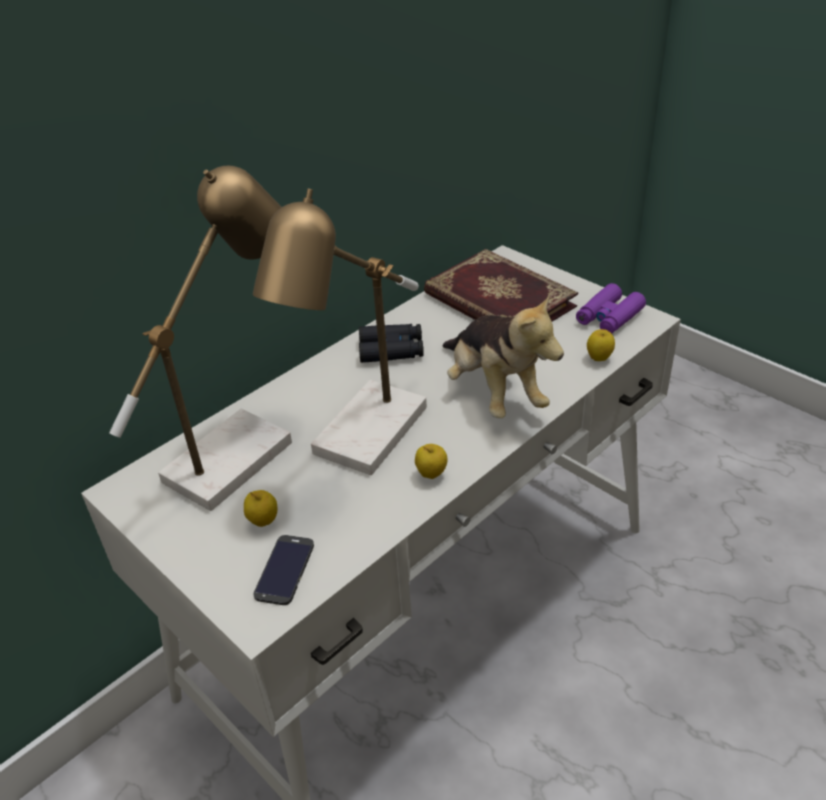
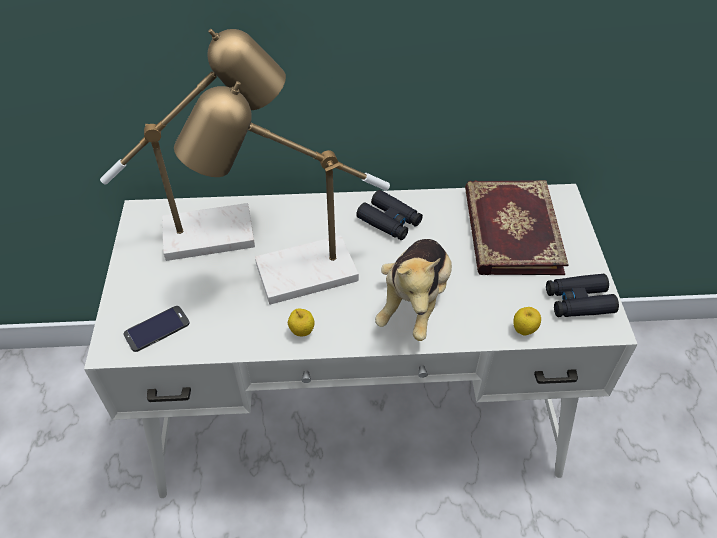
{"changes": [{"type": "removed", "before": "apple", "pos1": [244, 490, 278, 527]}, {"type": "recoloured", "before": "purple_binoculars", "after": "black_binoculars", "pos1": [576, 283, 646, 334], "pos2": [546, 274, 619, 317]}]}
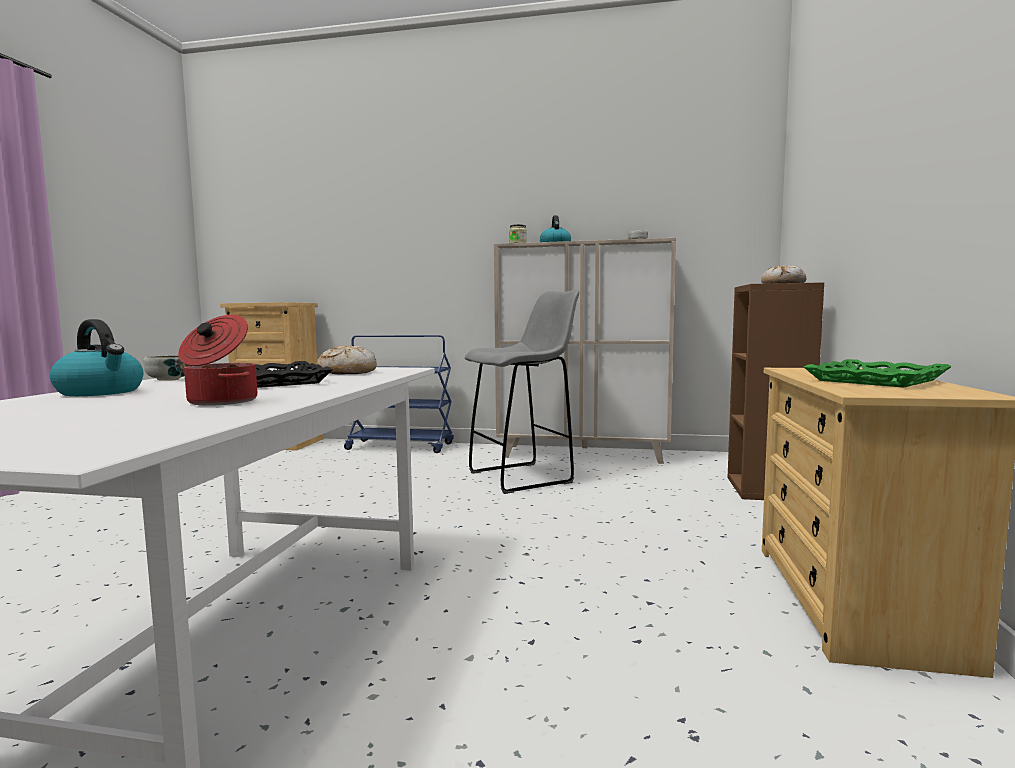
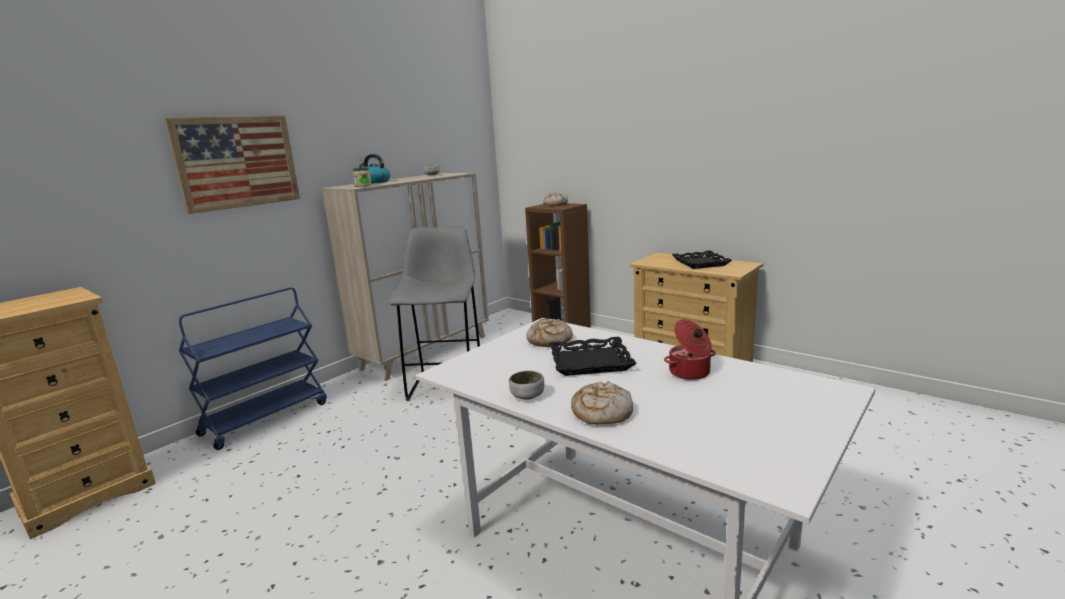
{"changes": [{"type": "replaced", "before": "kettle", "after": "bread", "pos1": [50, 319, 143, 396], "pos2": [571, 381, 633, 424]}, {"type": "recoloured", "before": "green_tray", "after": "black_tray", "pos1": [804, 359, 952, 388], "pos2": [672, 250, 732, 269]}, {"type": "added", "after": "picture", "pos2": [164, 115, 300, 214]}]}
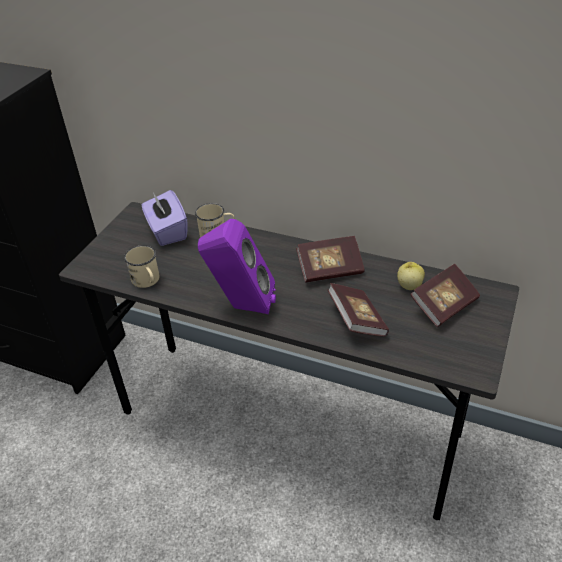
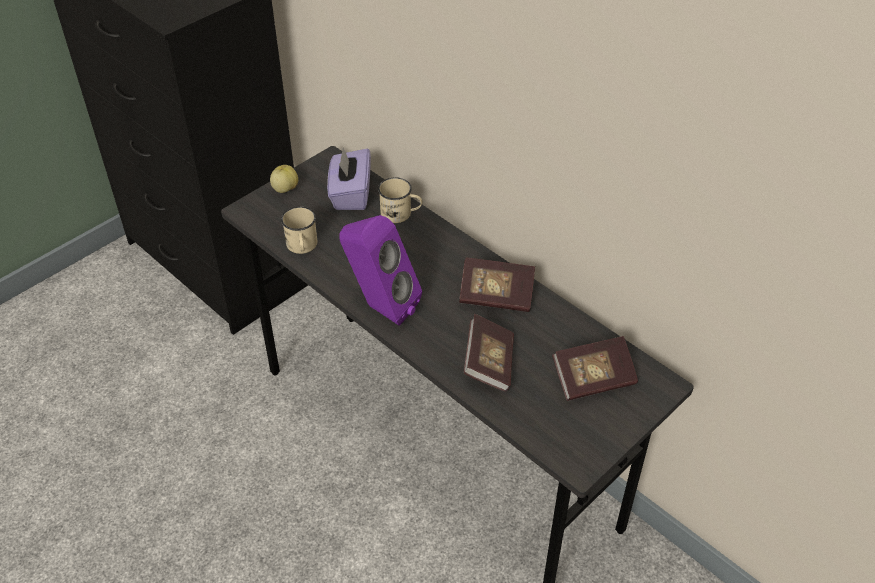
{"changes": [{"type": "moved", "before": "apple", "pos1": [397, 262, 425, 290], "pos2": [270, 165, 298, 193]}]}
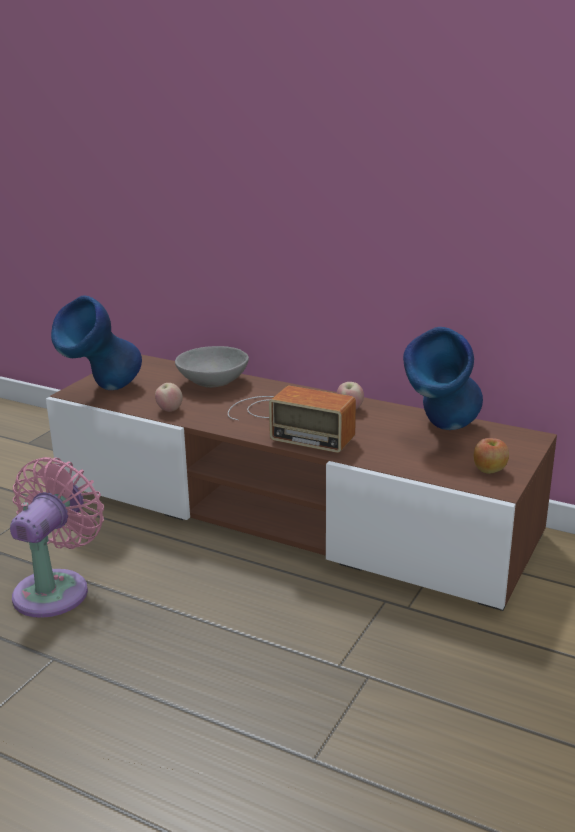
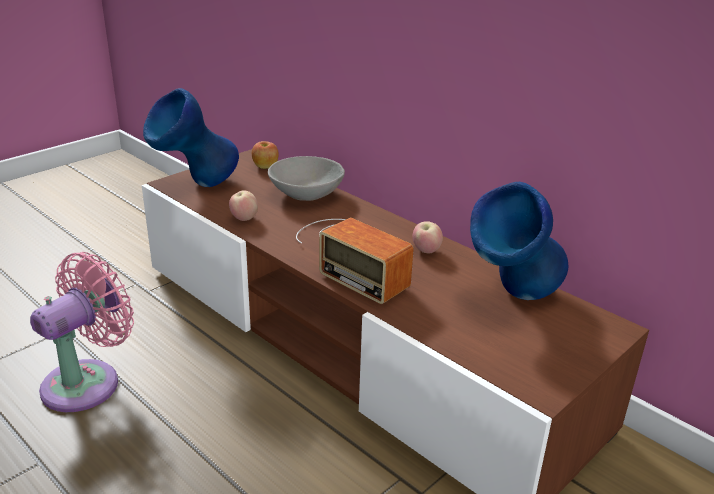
{"changes": [{"type": "moved", "before": "apple", "pos1": [474, 438, 509, 474], "pos2": [252, 141, 279, 169]}]}
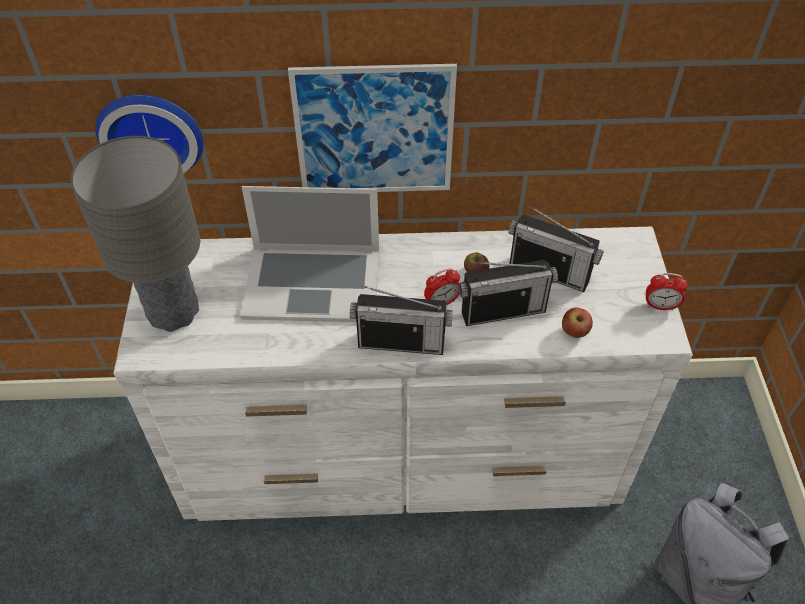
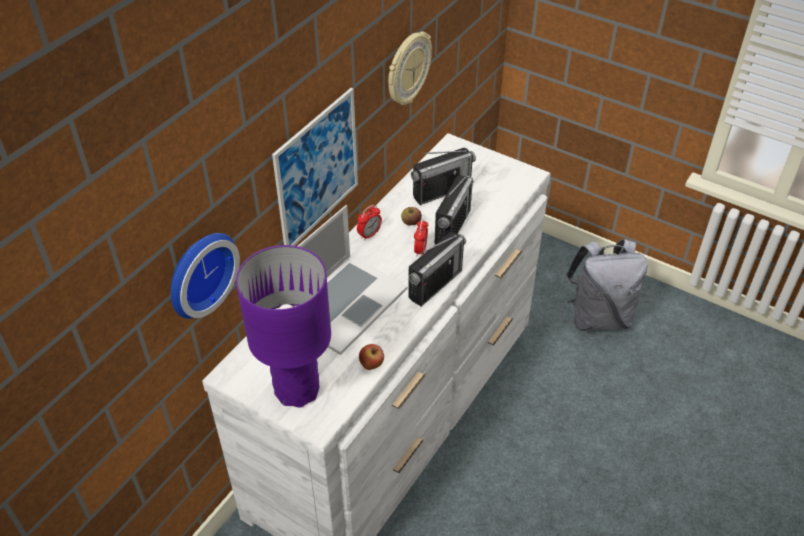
{"changes": [{"type": "recoloured", "before": "grey_table_lamp", "after": "purple_table_lamp", "pos1": [70, 136, 200, 332], "pos2": [236, 245, 331, 408]}, {"type": "moved", "before": "apple", "pos1": [562, 308, 593, 338], "pos2": [359, 344, 384, 370]}, {"type": "moved", "before": "alarm_clock", "pos1": [646, 273, 688, 311], "pos2": [357, 205, 382, 241]}, {"type": "added", "after": "wall_clock", "pos2": [388, 31, 432, 105]}]}
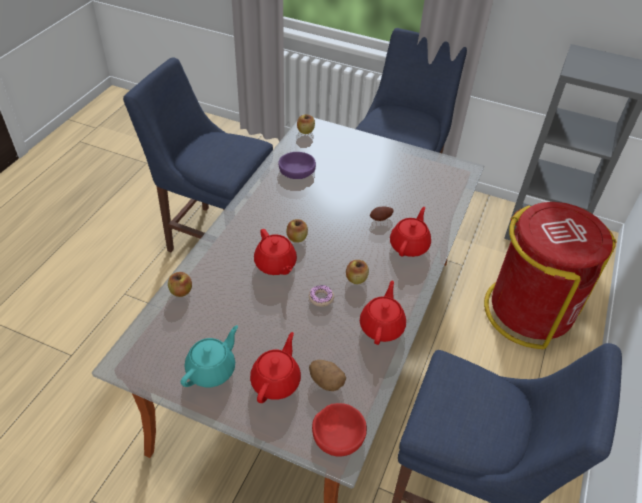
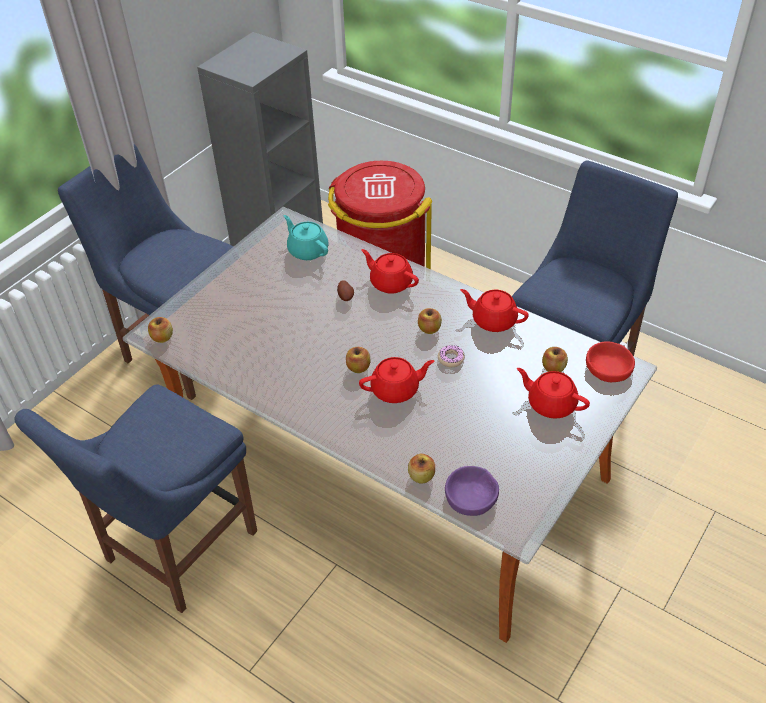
{"changes": [{"type": "moved", "before": "turquoise_teapot", "pos1": [181, 325, 238, 387], "pos2": [284, 215, 329, 260]}, {"type": "moved", "before": "purple_bowl", "pos1": [278, 152, 316, 179], "pos2": [445, 466, 499, 516]}, {"type": "replaced", "before": "potato", "after": "apple", "pos1": [309, 360, 346, 391], "pos2": [542, 347, 568, 372]}]}
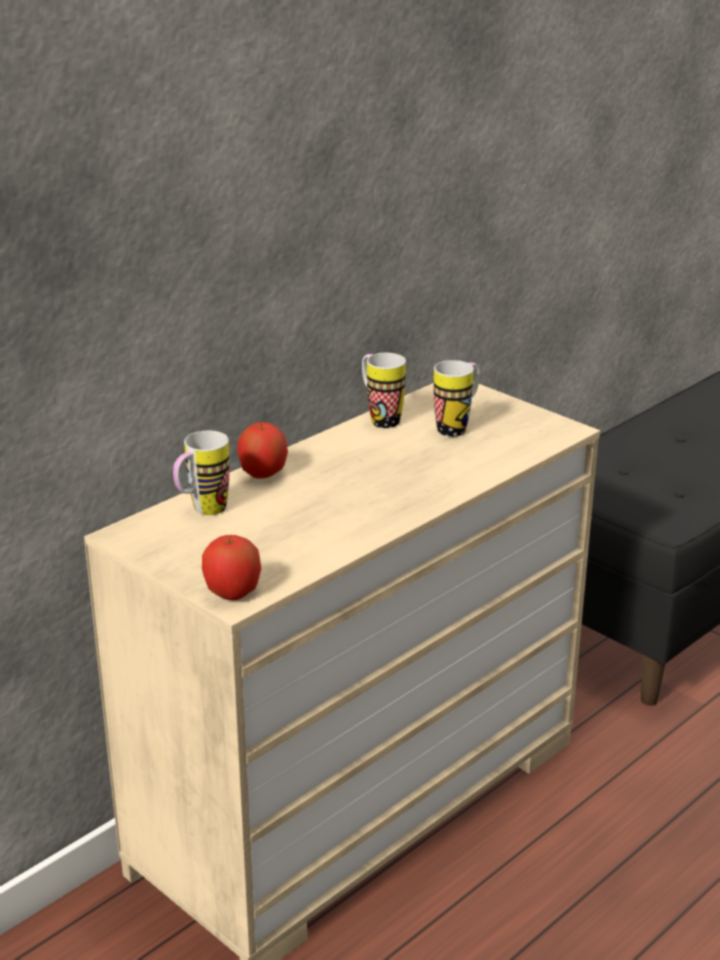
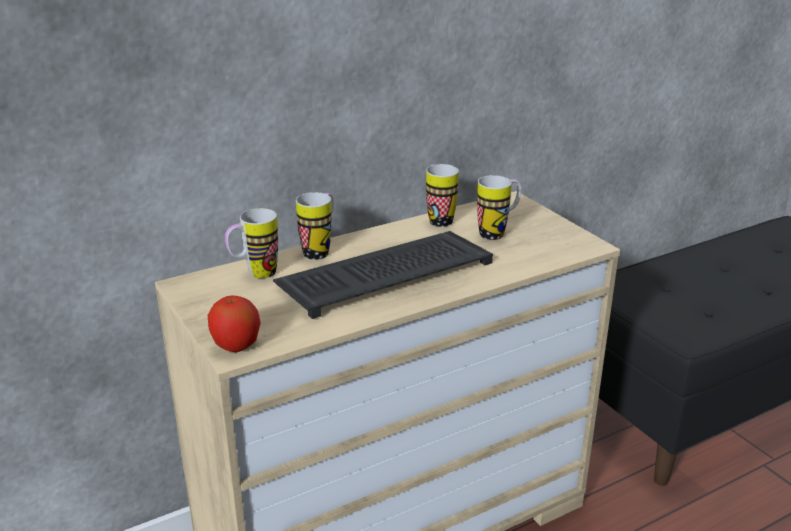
{"changes": [{"type": "replaced", "before": "apple", "after": "mug", "pos1": [237, 422, 288, 479], "pos2": [296, 192, 334, 260]}, {"type": "added", "after": "keyboard", "pos2": [273, 231, 493, 319]}]}
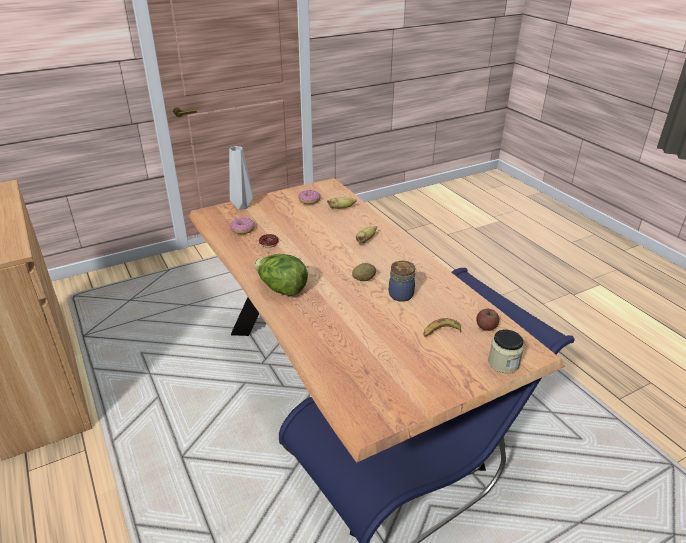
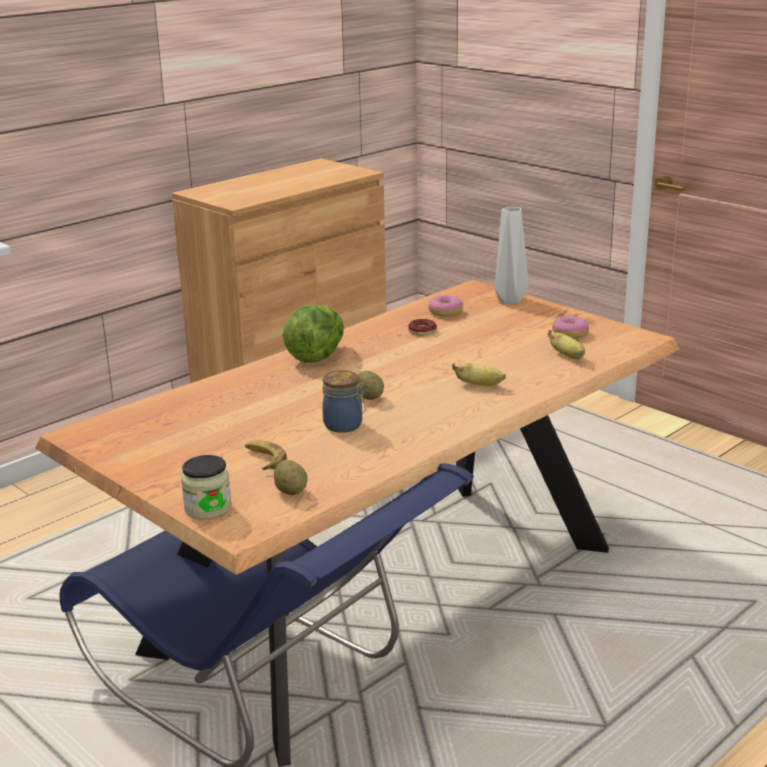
{"changes": [{"type": "replaced", "before": "apple", "after": "potato", "pos1": [476, 309, 499, 331], "pos2": [274, 460, 307, 495]}]}
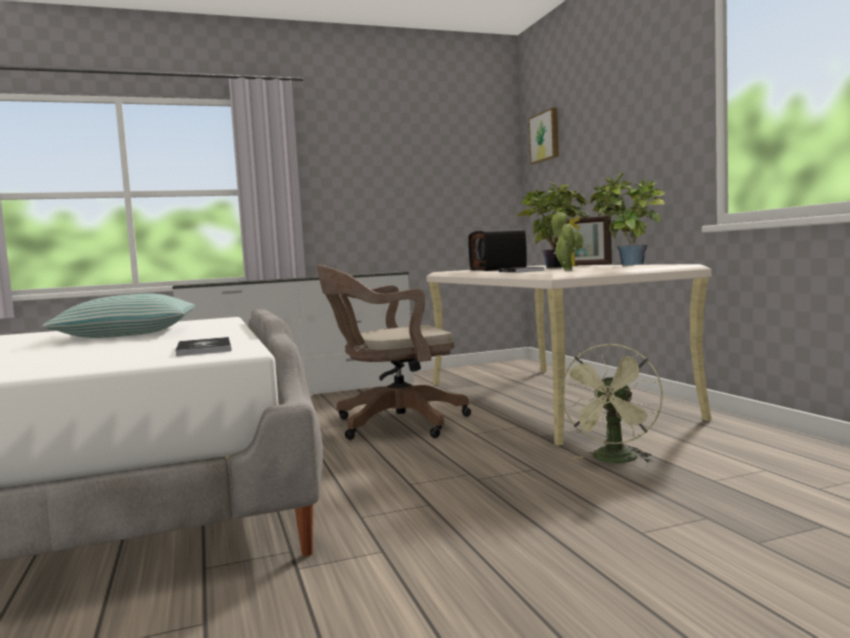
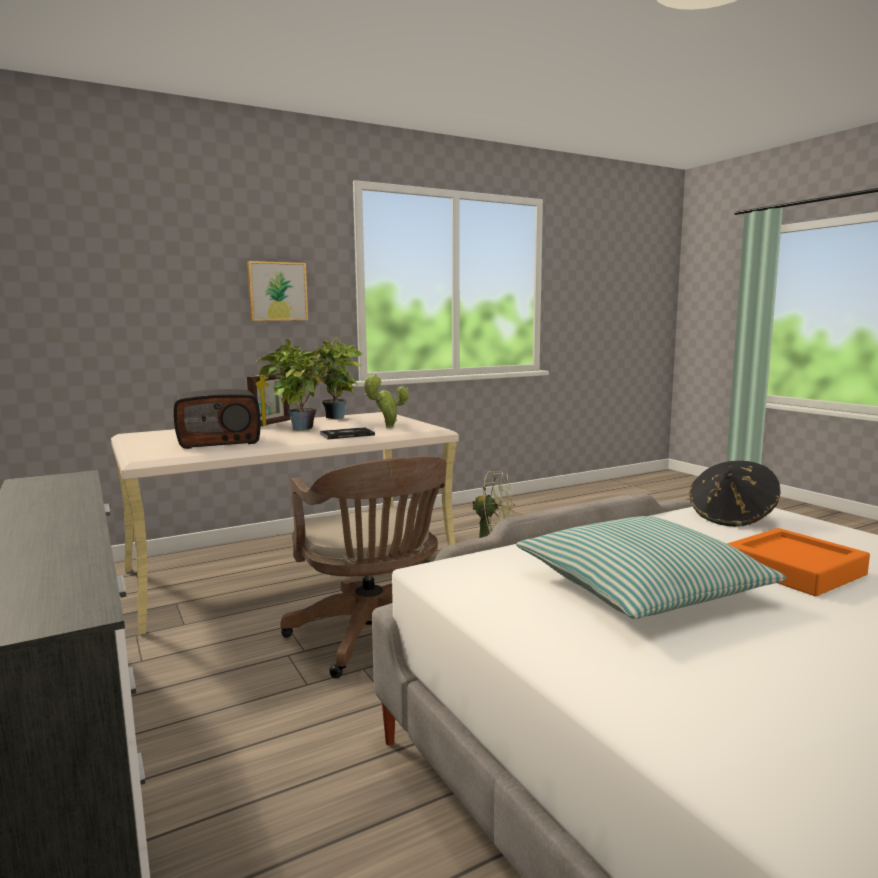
{"changes": [{"type": "replaced", "before": "book", "after": "black_hat", "pos1": [176, 337, 231, 356], "pos2": [689, 461, 780, 527]}, {"type": "moved", "before": "picture", "pos1": [529, 108, 559, 164], "pos2": [247, 261, 308, 321]}, {"type": "added", "after": "orange_tray", "pos2": [727, 528, 870, 596]}]}
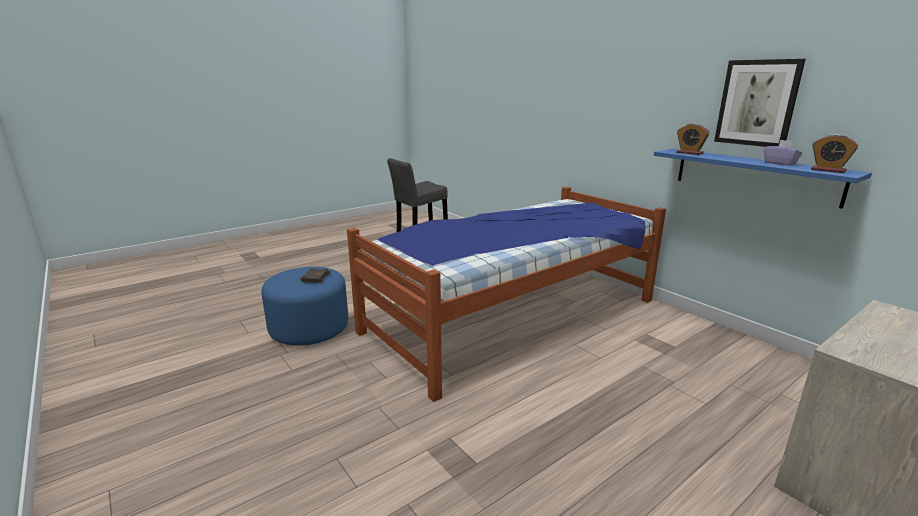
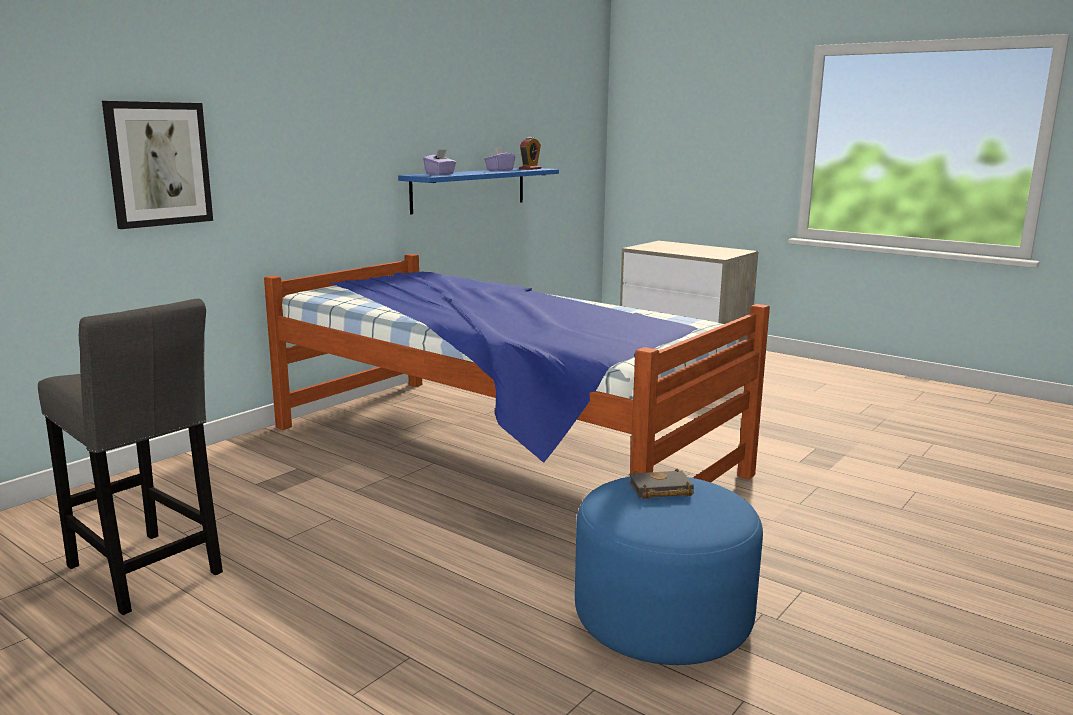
{"changes": [{"type": "replaced", "before": "alarm_clock", "after": "purple_tissue_box", "pos1": [676, 123, 710, 155], "pos2": [423, 149, 456, 175]}, {"type": "moved", "before": "picture", "pos1": [714, 59, 806, 147], "pos2": [102, 101, 213, 229]}]}
